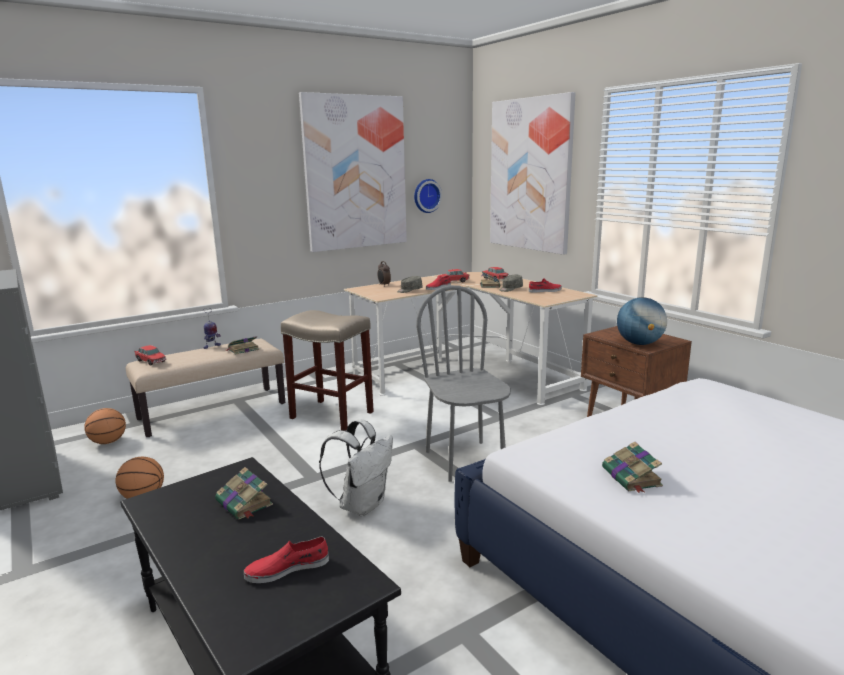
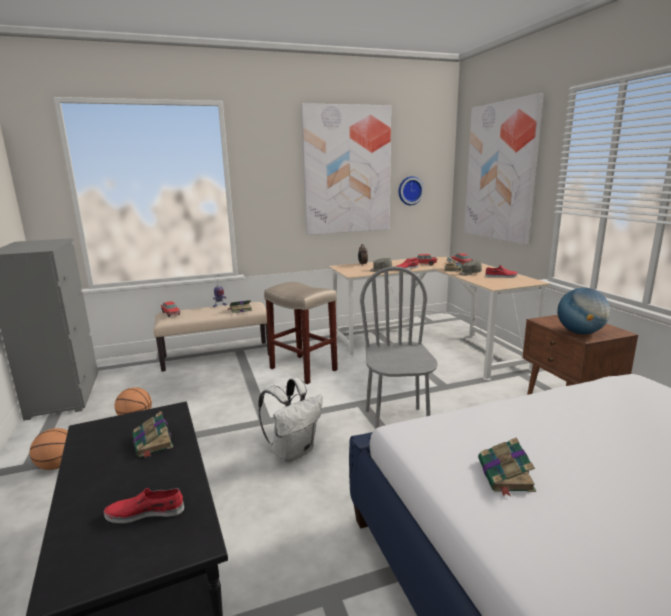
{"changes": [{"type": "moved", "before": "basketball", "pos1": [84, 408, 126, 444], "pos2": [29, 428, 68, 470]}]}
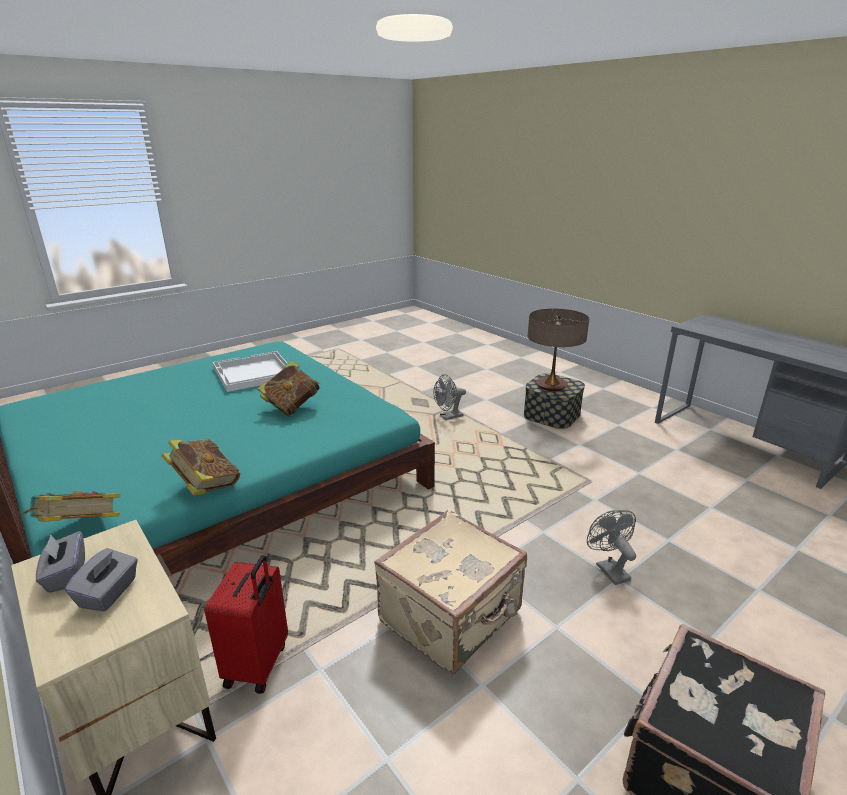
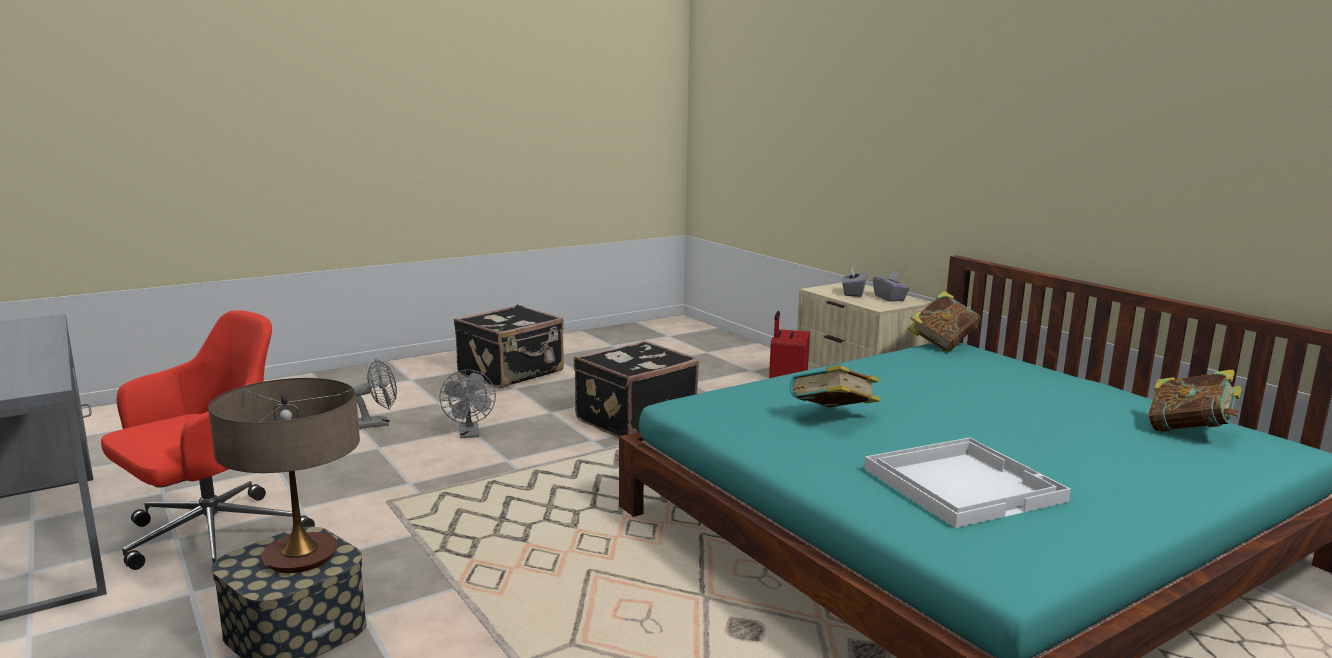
{"changes": [{"type": "moved", "before": "book", "pos1": [162, 439, 240, 496], "pos2": [1148, 369, 1242, 432]}, {"type": "recoloured", "before": "beige_suitcase", "after": "black_suitcase", "pos1": [374, 510, 527, 675], "pos2": [574, 340, 700, 438]}, {"type": "moved", "before": "grey_fan", "pos1": [434, 374, 466, 420], "pos2": [353, 359, 397, 429]}, {"type": "added", "after": "red_office_chair", "pos2": [101, 311, 315, 570]}]}
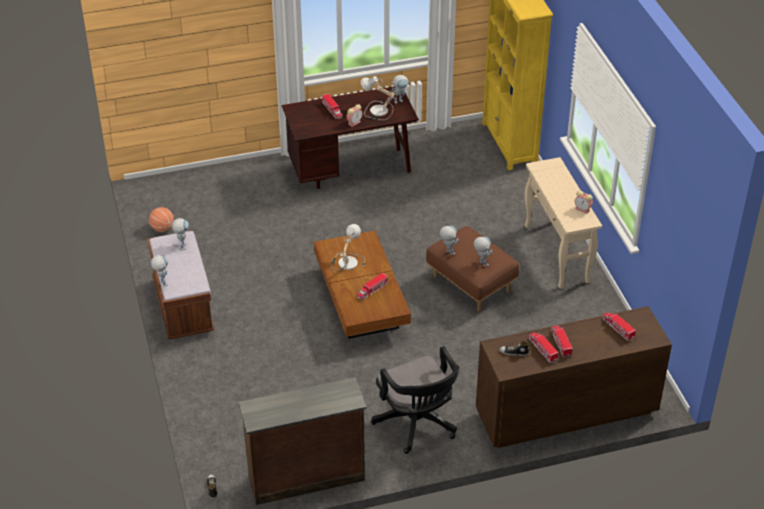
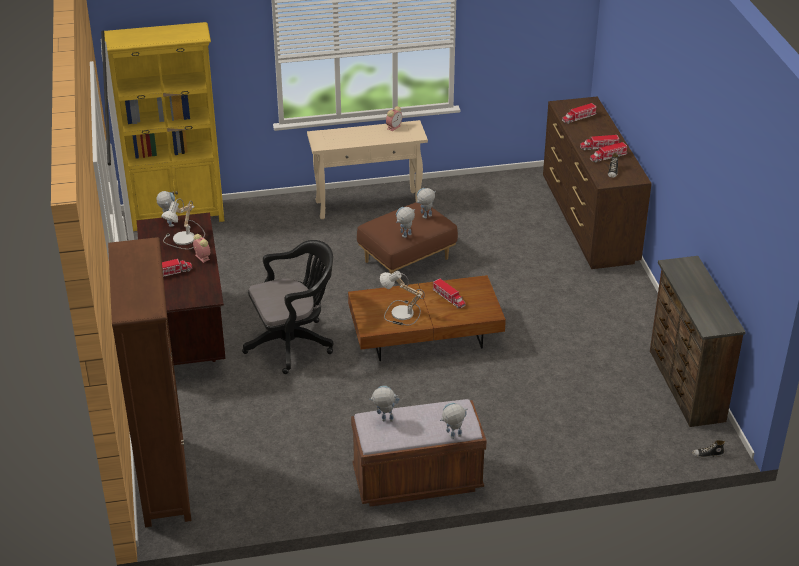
{"changes": [{"type": "removed", "before": "basketball", "pos1": [149, 207, 174, 232]}, {"type": "moved", "before": "black_office_chair", "pos1": [371, 346, 459, 454], "pos2": [242, 240, 334, 374]}, {"type": "added", "after": "brown_bookcase", "pos2": [108, 237, 191, 527]}]}
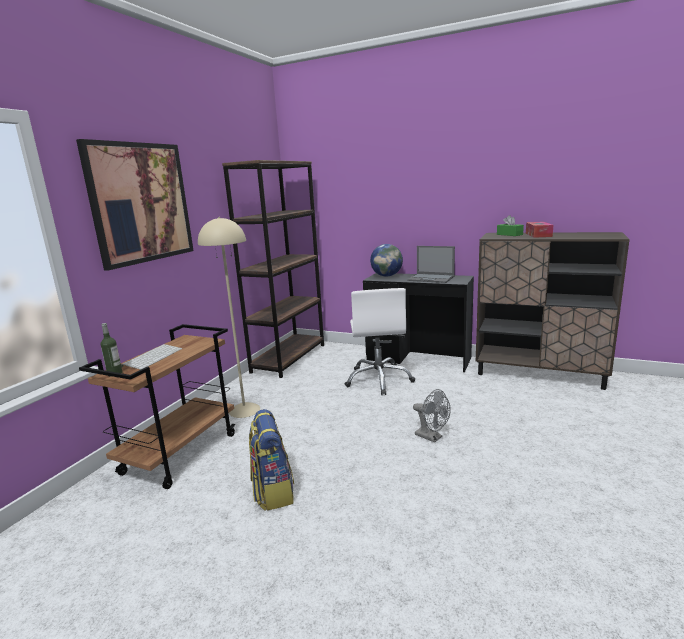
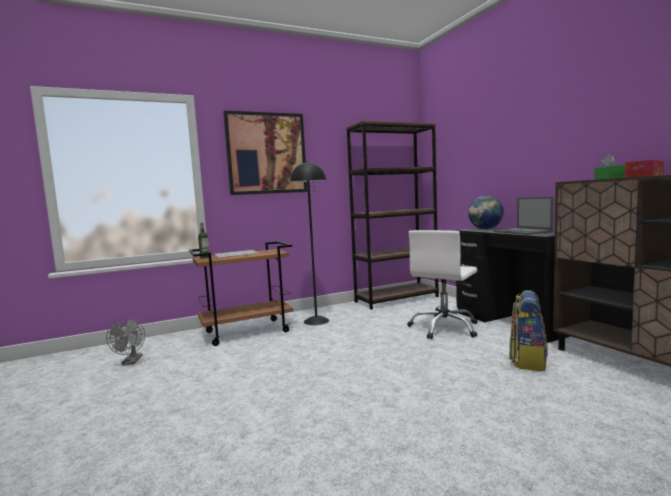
{"changes": [{"type": "recoloured", "before": "beige_floor_lamp", "after": "black_floor_lamp", "pos1": [198, 217, 260, 418], "pos2": [290, 161, 329, 325]}, {"type": "moved", "before": "backpack", "pos1": [249, 409, 294, 511], "pos2": [509, 290, 548, 371]}, {"type": "moved", "before": "grey_fan", "pos1": [413, 389, 451, 443], "pos2": [106, 317, 145, 365]}]}
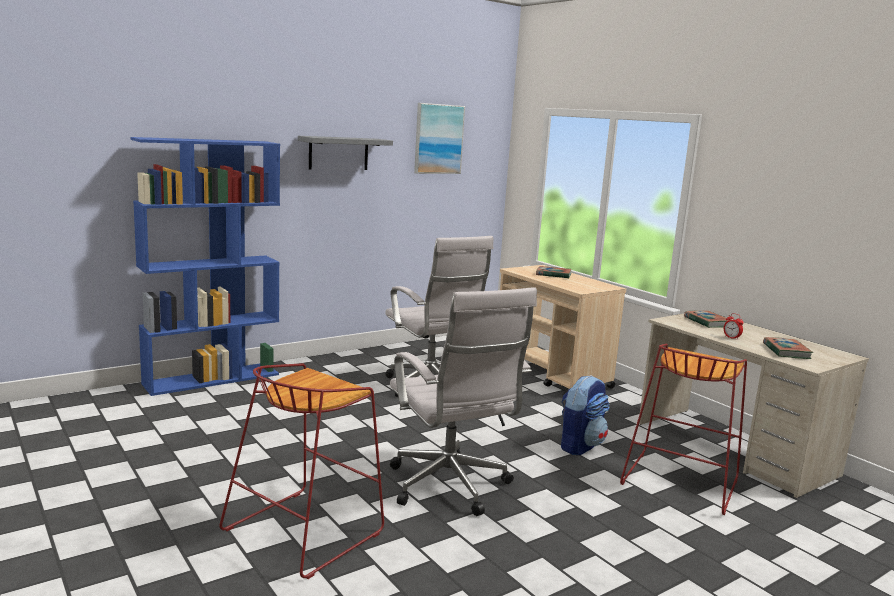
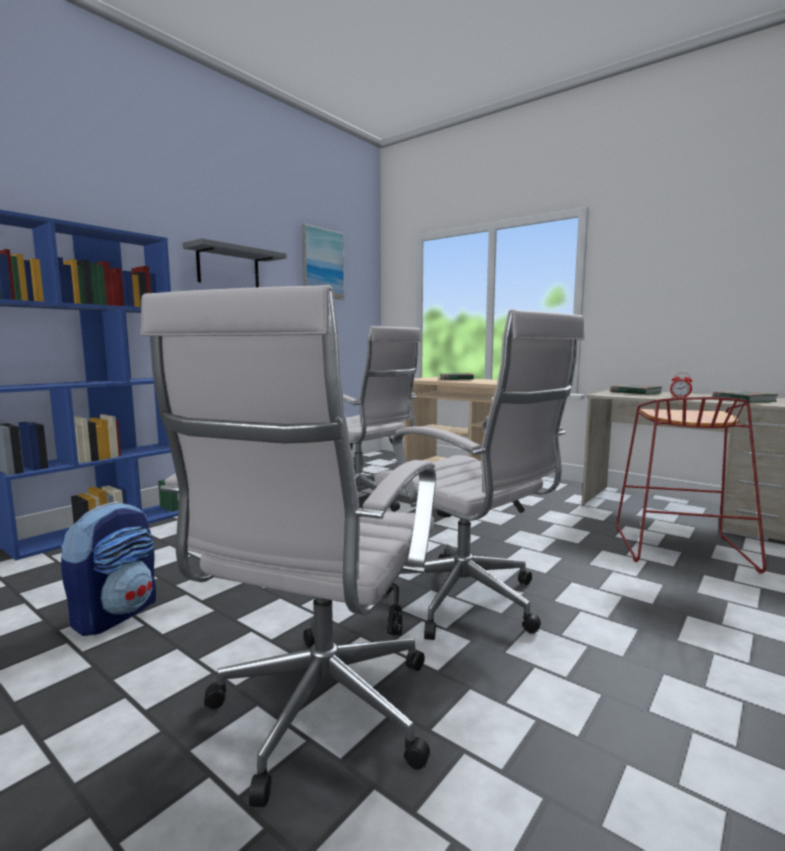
{"changes": [{"type": "replaced", "before": "red_stool", "after": "white_office_chair", "pos1": [219, 363, 384, 579], "pos2": [141, 285, 436, 807]}, {"type": "moved", "before": "backpack", "pos1": [561, 375, 610, 455], "pos2": [61, 501, 156, 636]}]}
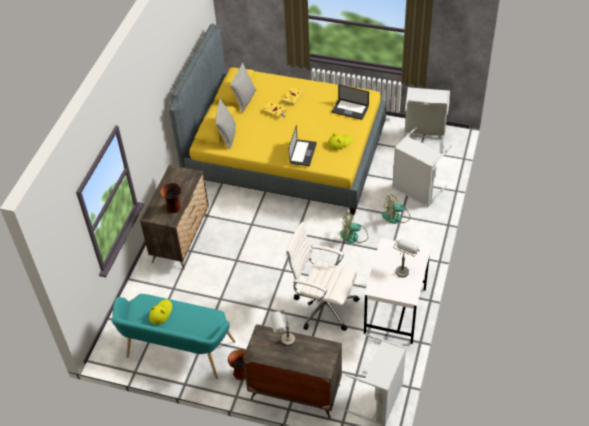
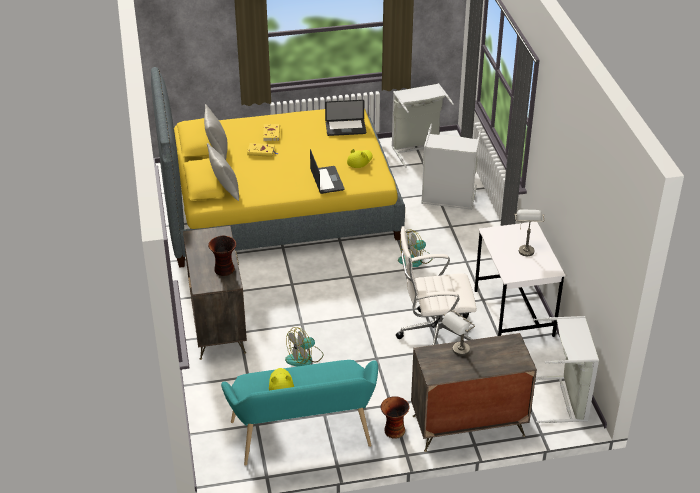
{"changes": [{"type": "moved", "before": "fan", "pos1": [382, 194, 410, 224], "pos2": [285, 327, 324, 366]}]}
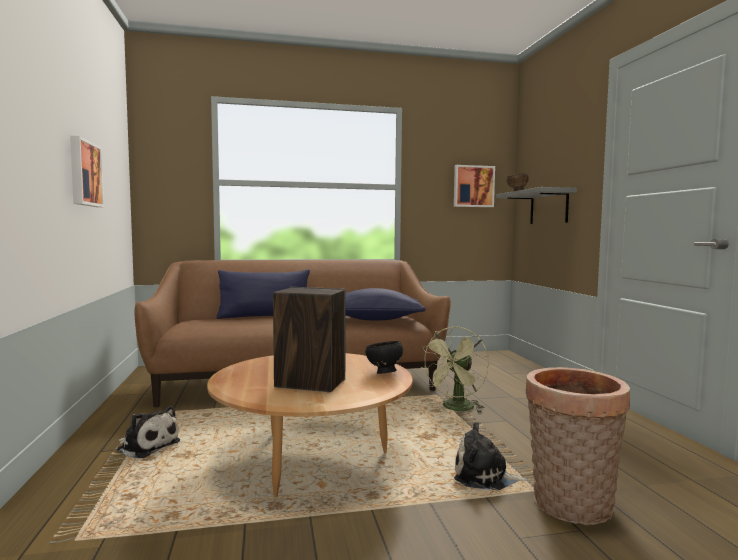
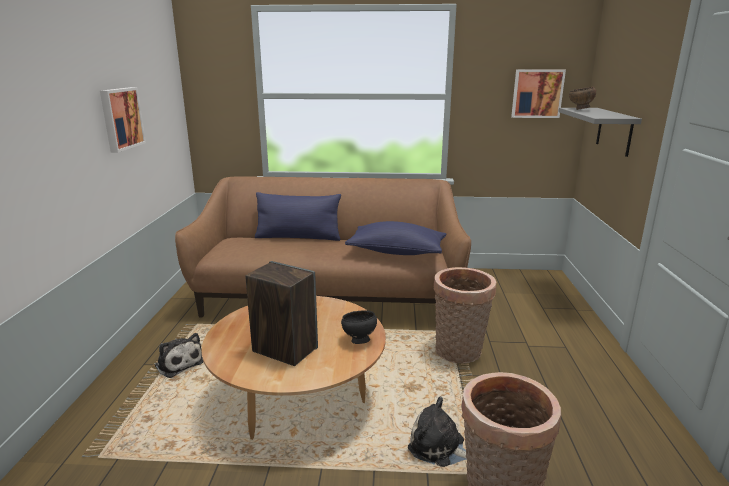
{"changes": [{"type": "replaced", "before": "green_fan", "after": "basket", "pos1": [420, 326, 489, 413], "pos2": [433, 267, 497, 363]}]}
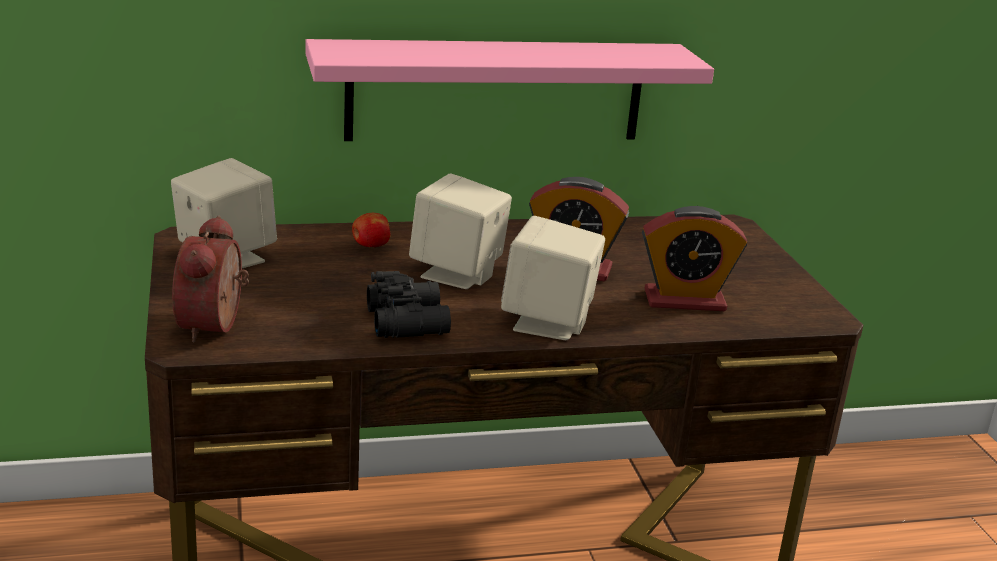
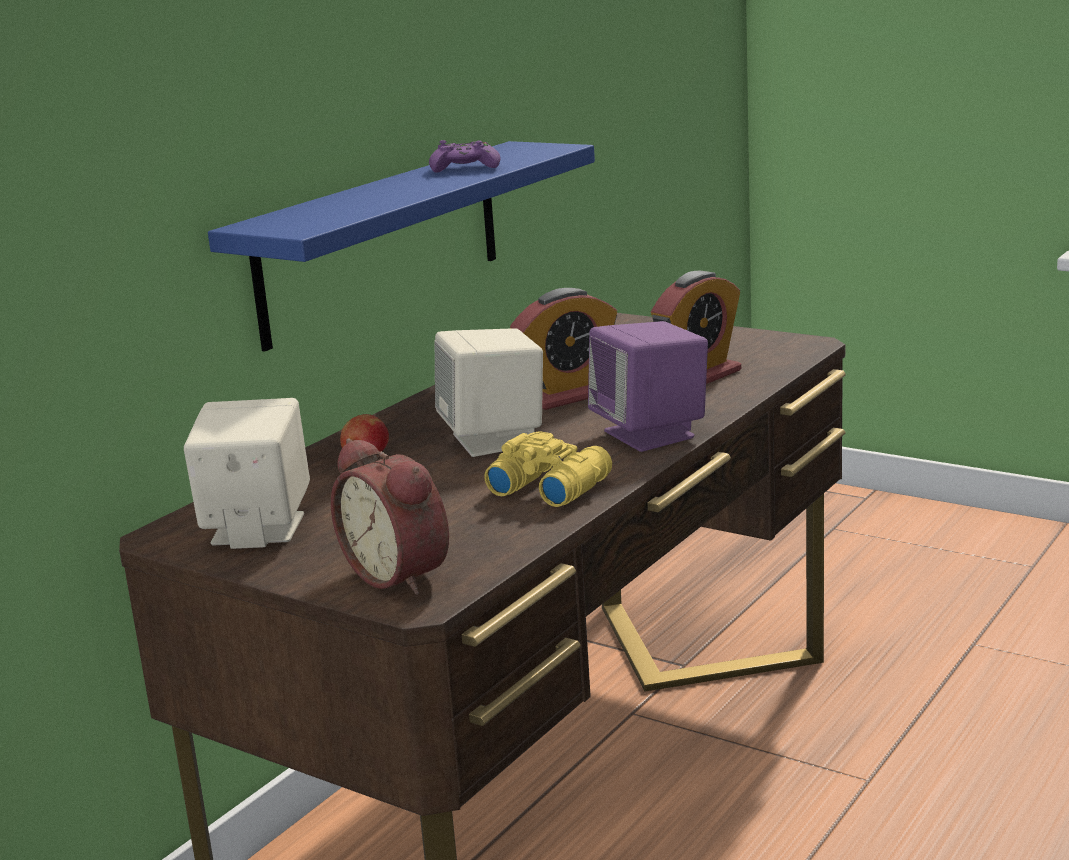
{"changes": [{"type": "recoloured", "before": "pink_shelf", "after": "blue_shelf", "pos1": [305, 39, 714, 141], "pos2": [208, 141, 595, 351]}, {"type": "recoloured", "before": "black_binoculars", "after": "yellow_binoculars", "pos1": [367, 271, 451, 338], "pos2": [484, 431, 612, 507]}, {"type": "recoloured", "before": "beige_speaker", "after": "purple_speaker", "pos1": [501, 216, 605, 340], "pos2": [588, 321, 708, 452]}, {"type": "added", "after": "purple_game_controller", "pos2": [429, 140, 501, 173]}]}
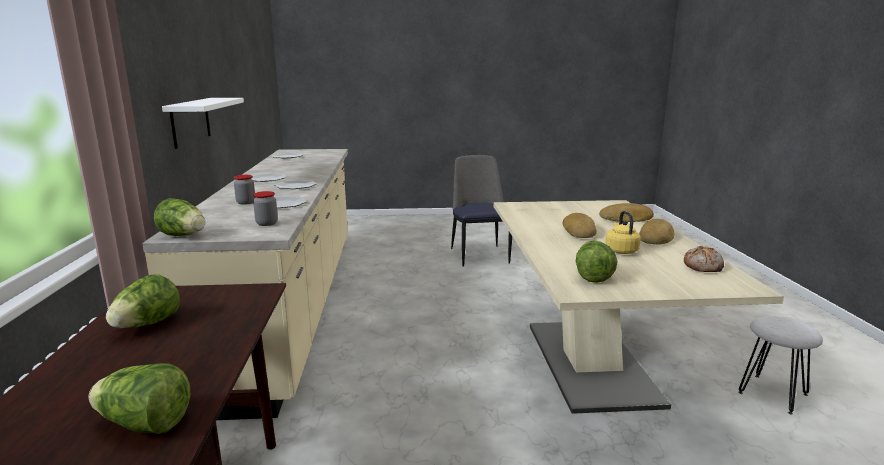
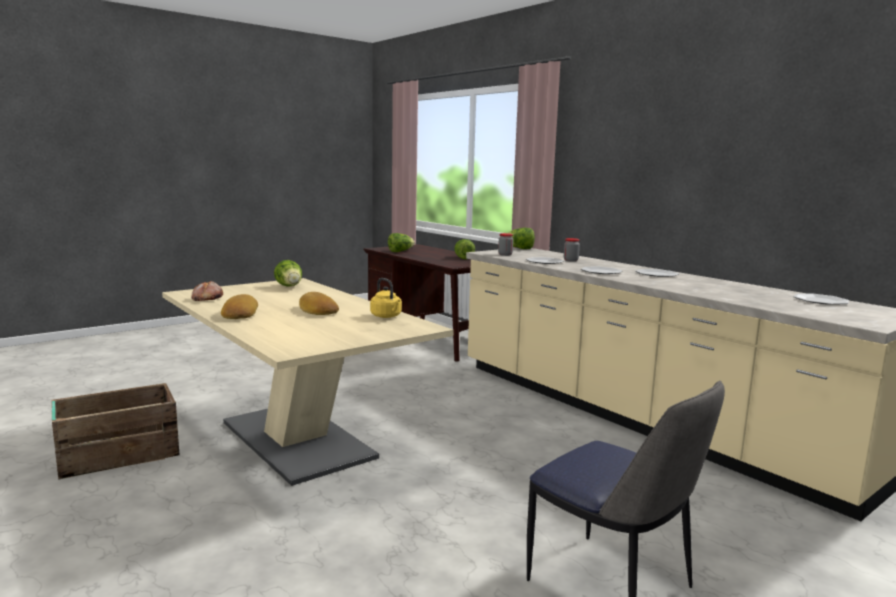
{"changes": [{"type": "removed", "before": "white_shelf", "pos1": [162, 98, 244, 149]}, {"type": "removed", "before": "bread", "pos1": [599, 203, 654, 222]}, {"type": "moved", "before": "yellow_kettle", "pos1": [605, 211, 641, 254], "pos2": [370, 278, 402, 318]}, {"type": "replaced", "before": "white_stool", "after": "crate", "pos1": [738, 316, 823, 414], "pos2": [51, 383, 179, 480]}]}
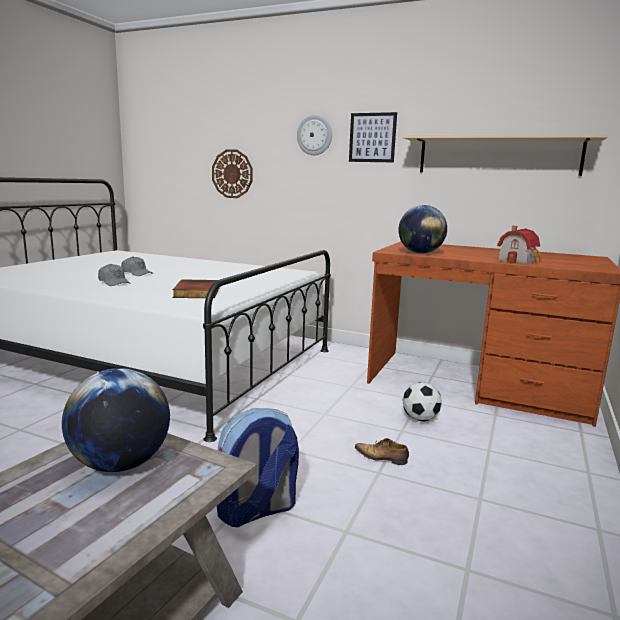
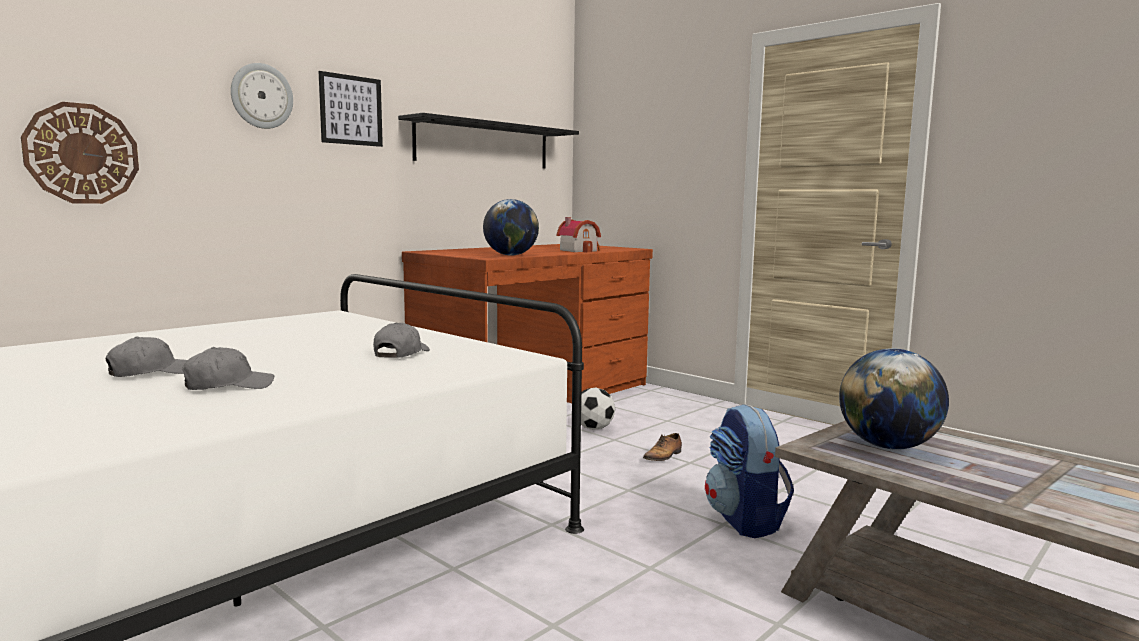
{"changes": [{"type": "replaced", "before": "book", "after": "grey_cap", "pos1": [173, 279, 220, 298], "pos2": [373, 322, 430, 358]}, {"type": "recoloured", "before": "beige_shelf", "after": "black_shelf", "pos1": [403, 134, 608, 176], "pos2": [398, 113, 579, 169]}]}
